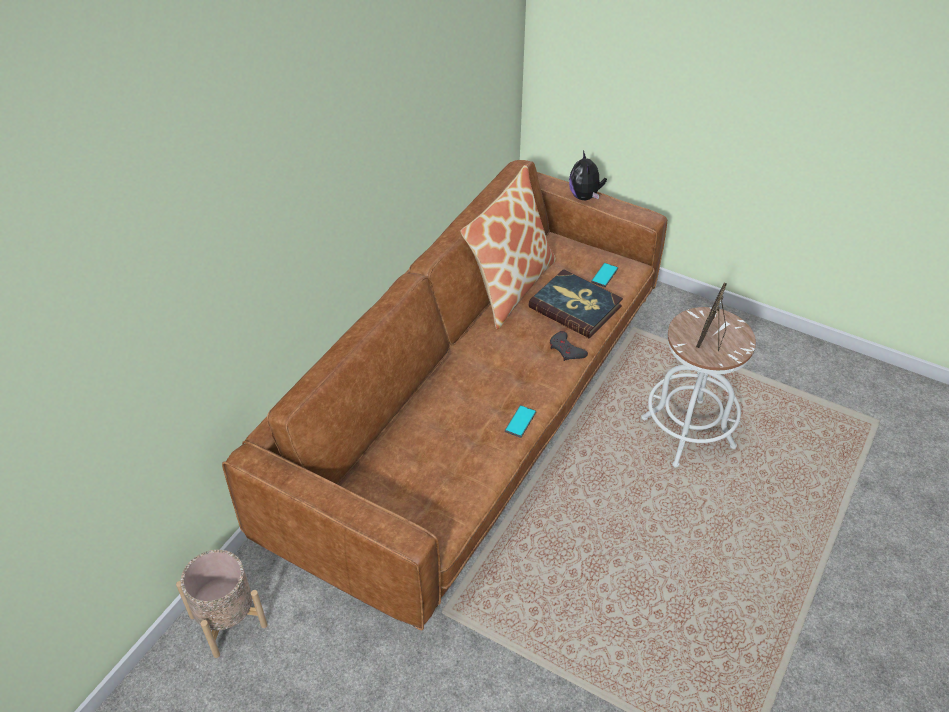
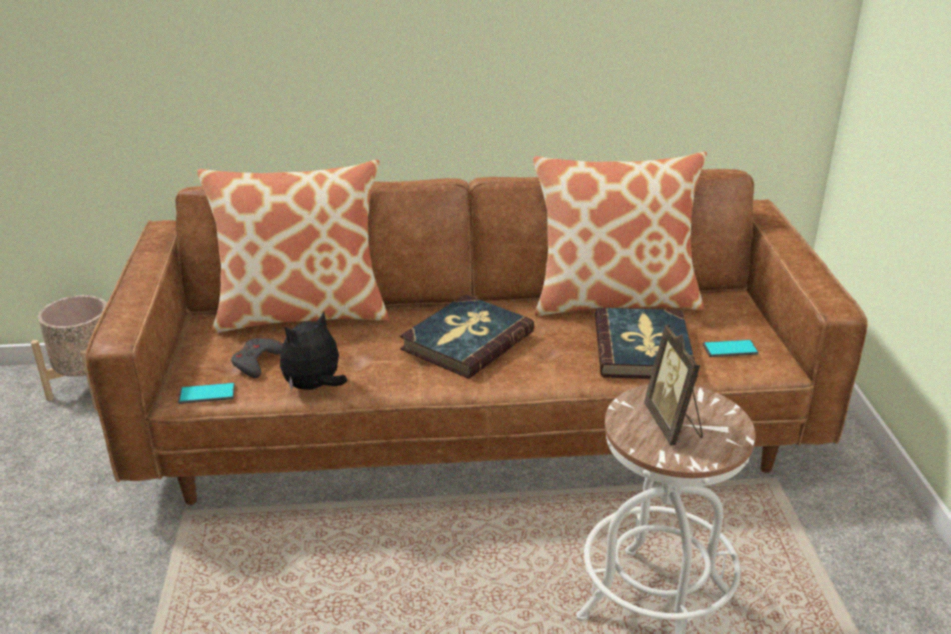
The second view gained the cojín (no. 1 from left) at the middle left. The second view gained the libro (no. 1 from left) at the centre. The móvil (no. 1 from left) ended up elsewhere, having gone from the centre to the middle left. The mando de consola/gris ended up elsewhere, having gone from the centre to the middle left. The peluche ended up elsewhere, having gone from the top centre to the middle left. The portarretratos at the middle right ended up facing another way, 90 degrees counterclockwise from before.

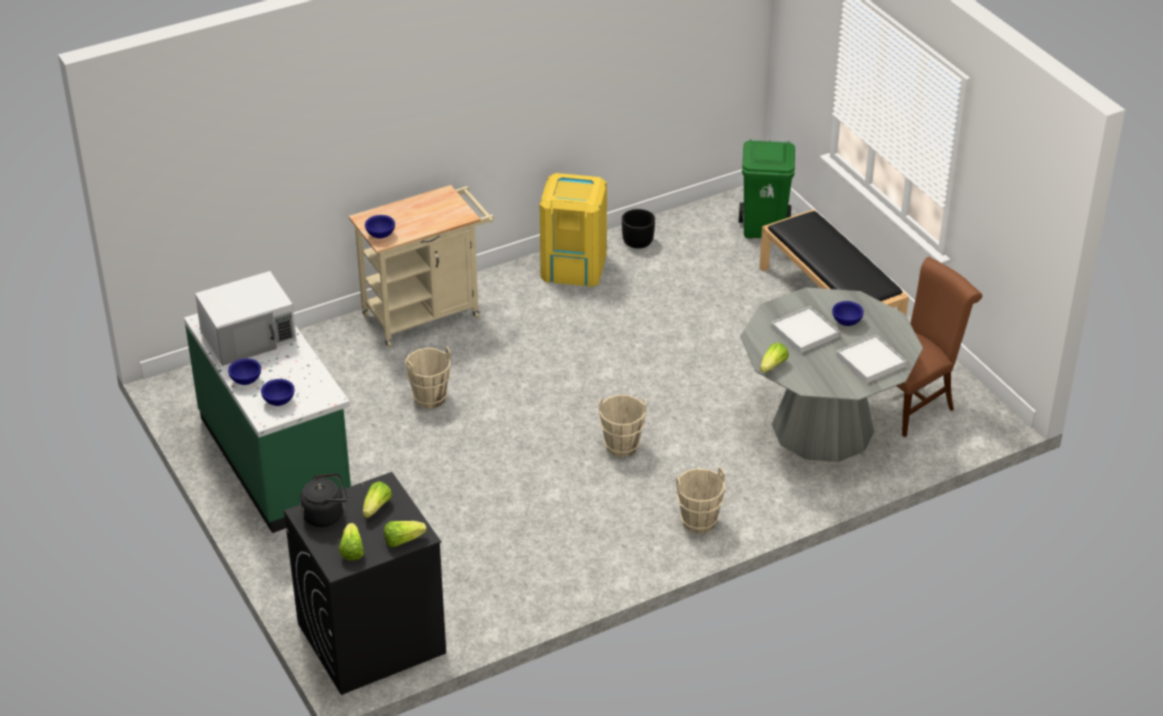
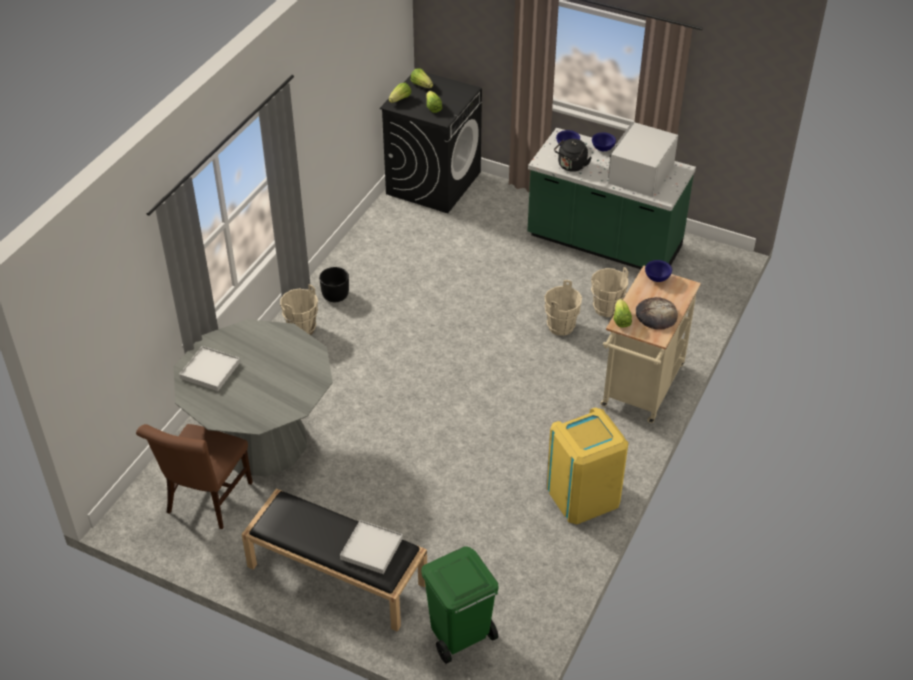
The second view lost the cuenco/azul (no. 4 from left) at the middle right. The second view gained the pan at the middle right. The hervidor/negro ended up elsewhere, having gone from the bottom left to the top centre. The cubo/beis (no. 2 from left in the first image) ended up elsewhere, having gone from the centre to the middle right. The maceta/negro ended up elsewhere, having gone from the top centre to the centre. The lechuga (no. 4 from left) ended up elsewhere, having gone from the centre to the middle right. The bandeja/blanco (no. 1 from left in the first image) ended up elsewhere, having gone from the middle right to the bottom centre.

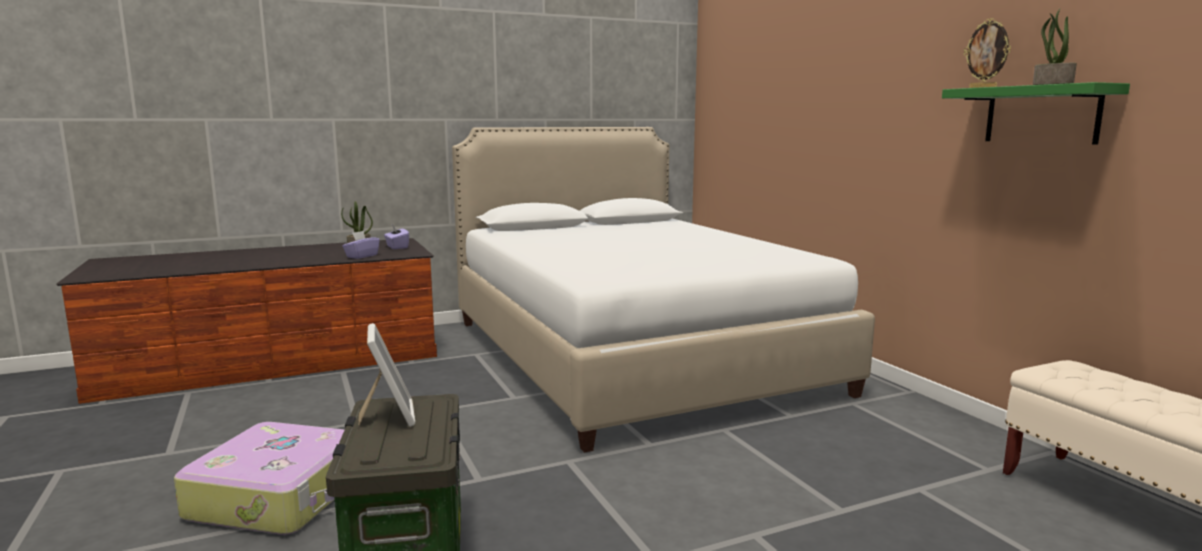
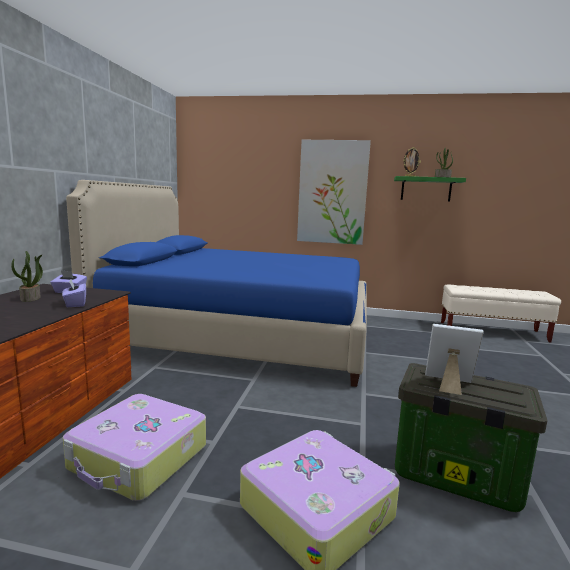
The second view gained the maleta (no. 1 from left) at the bottom left. The second view gained the cuadro at the centre. What was the cama/blanco at the centre turned into the cama/azul at the centre.

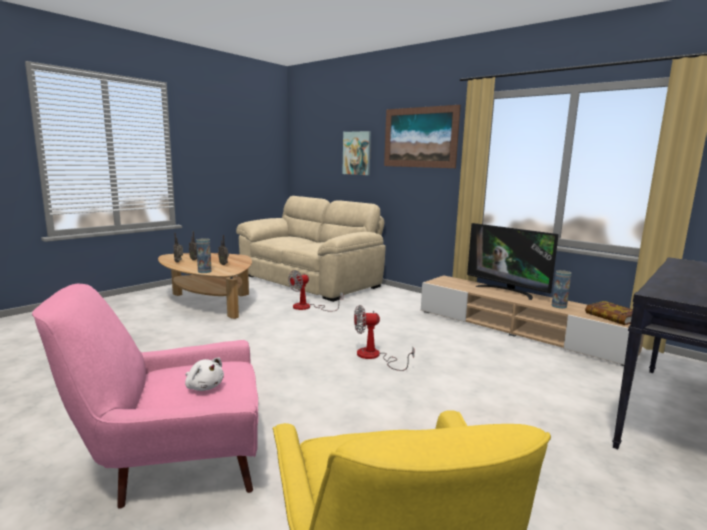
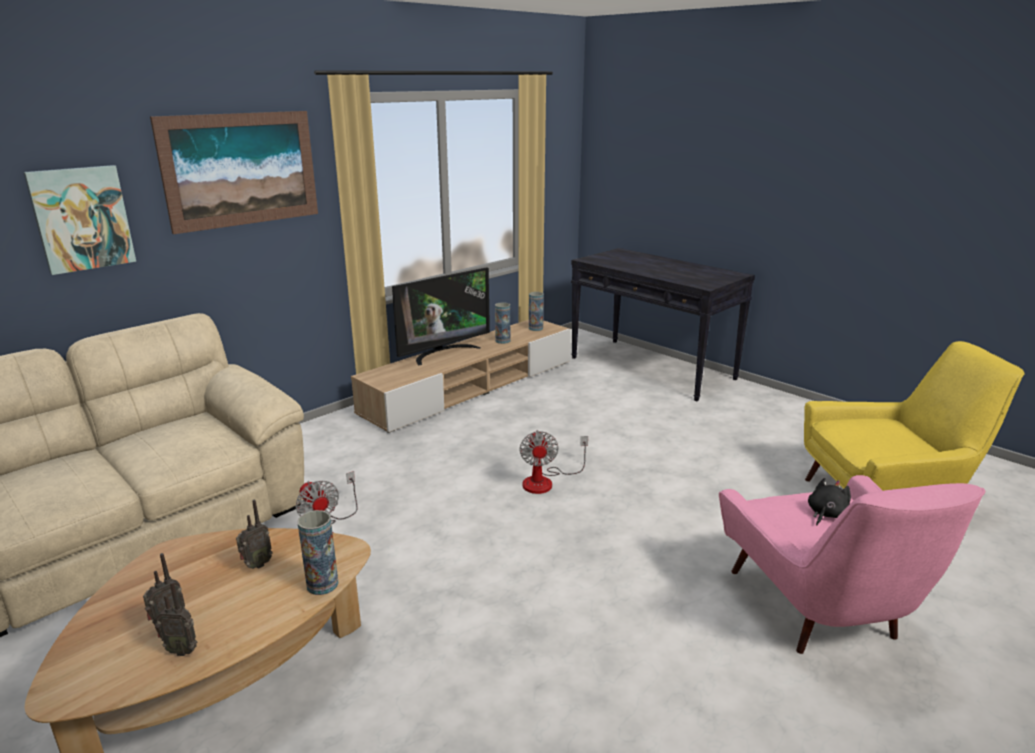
Where the libro stood at the middle right, the florero (no. 3 from left) came to stand at the centre. What was the peluche/blanco at the bottom left turned into the peluche/negro at the middle right.

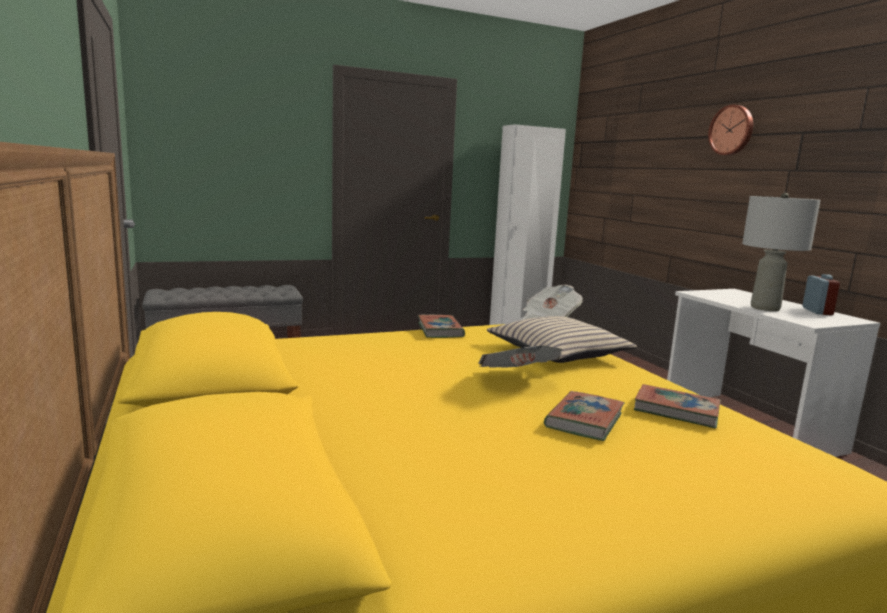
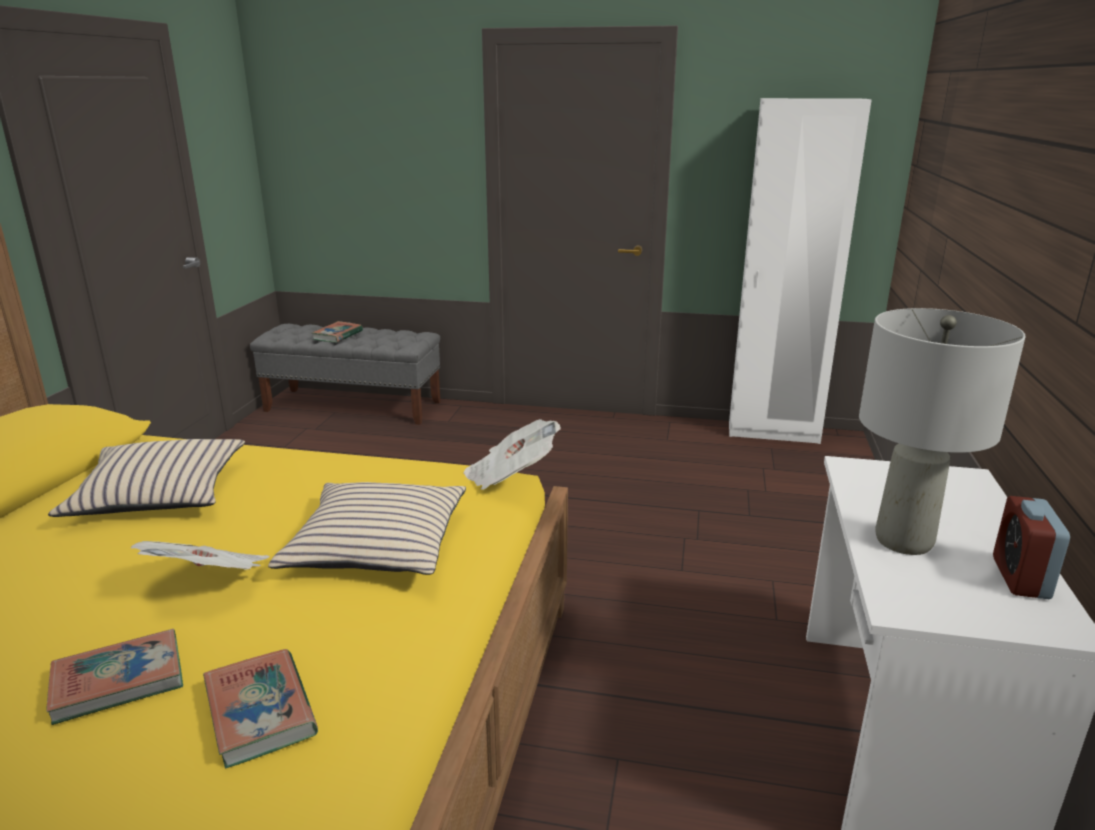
The second view lost the reloj de pared at the top right. The second view gained the cojín/beis (no. 1 from left) at the middle left. The libro (no. 1 from left in the first image) ended up elsewhere, having gone from the centre to the middle left. The despertador at the middle right ended up facing another way, 150 degrees clockwise from before.

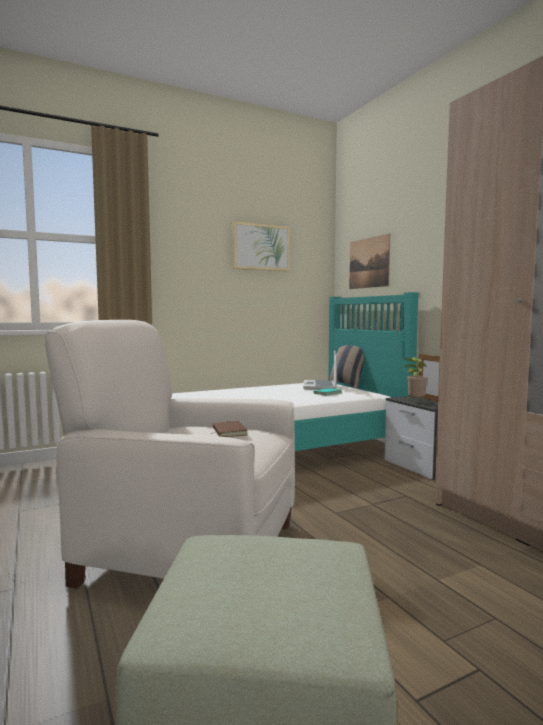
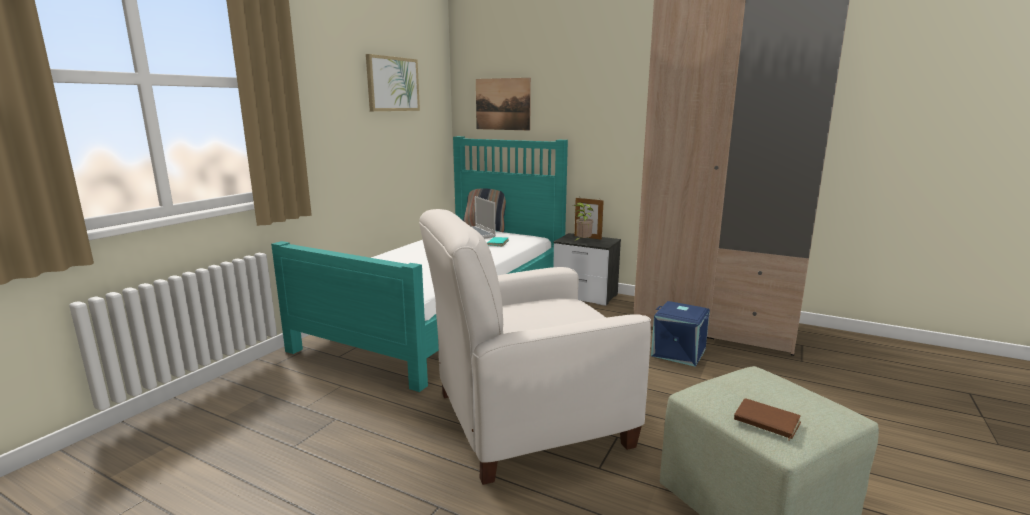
The second view gained the caja de almacenaje/azul at the centre. The libro/marrón ended up elsewhere, having gone from the centre to the bottom right.

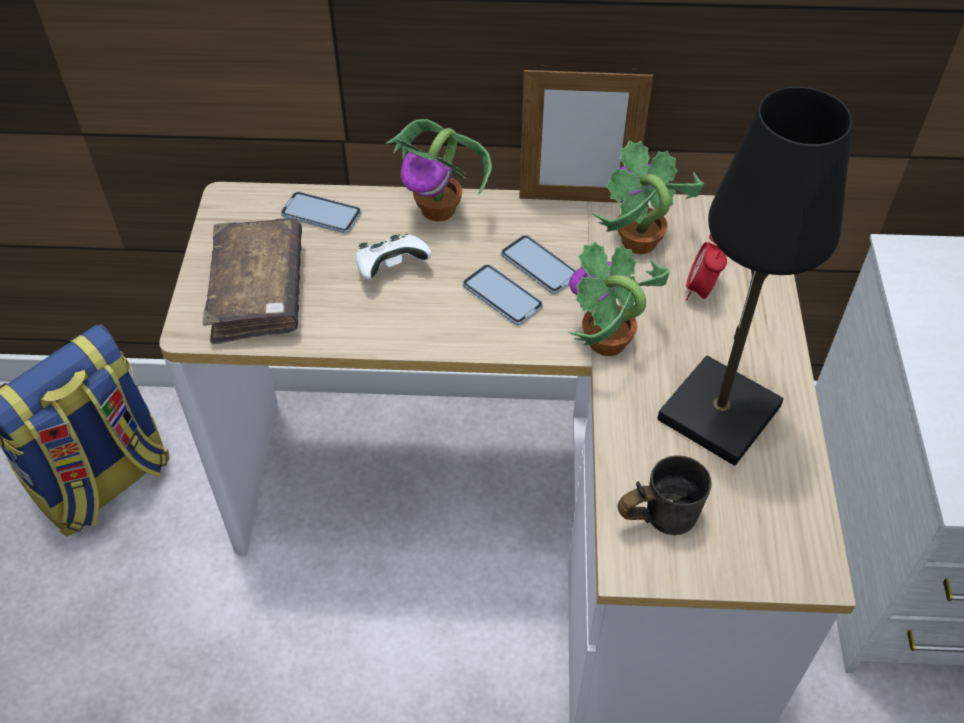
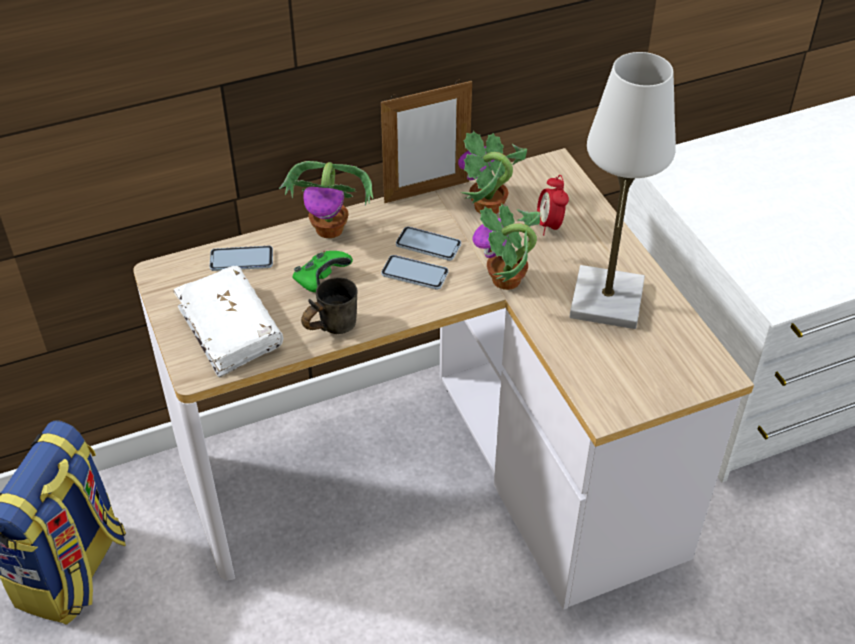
The taza grande/gris ended up elsewhere, having gone from the bottom right to the centre. What was the libro/marrón at the middle left turned into the libro/blanco at the middle left. What was the mando de consola/blanco at the centre turned into the mando de consola/verde at the centre. What was the lámpara de mesa/negro at the middle right turned into the lámpara de mesa/blanco at the top right.

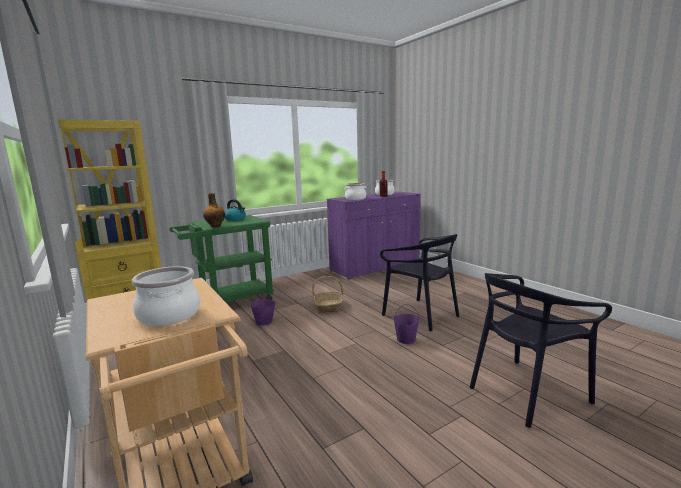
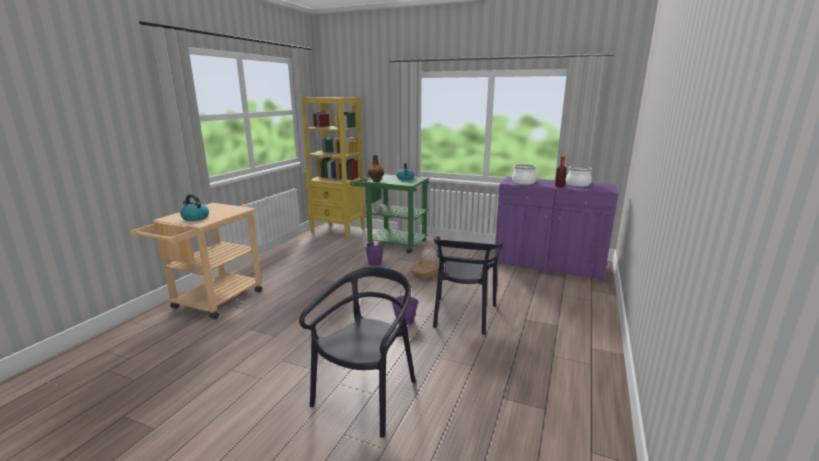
Where the olla (no. 1 from left) stood at the middle left, the hervidor (no. 1 from left) came to stand at the middle left. The silla/negro (no. 2 from left in the first image) at the bottom right ended up facing another way, 90 degrees clockwise from before.

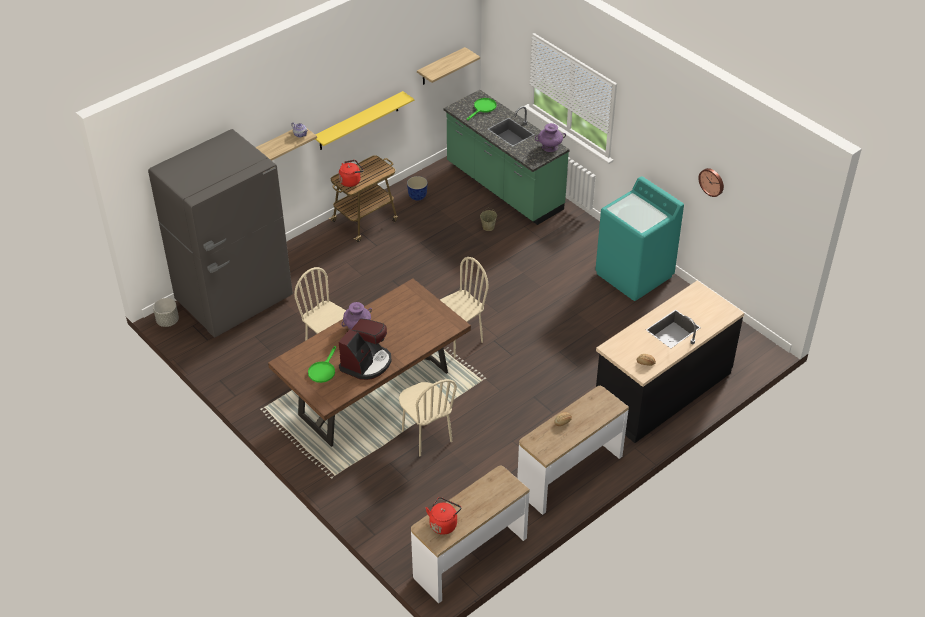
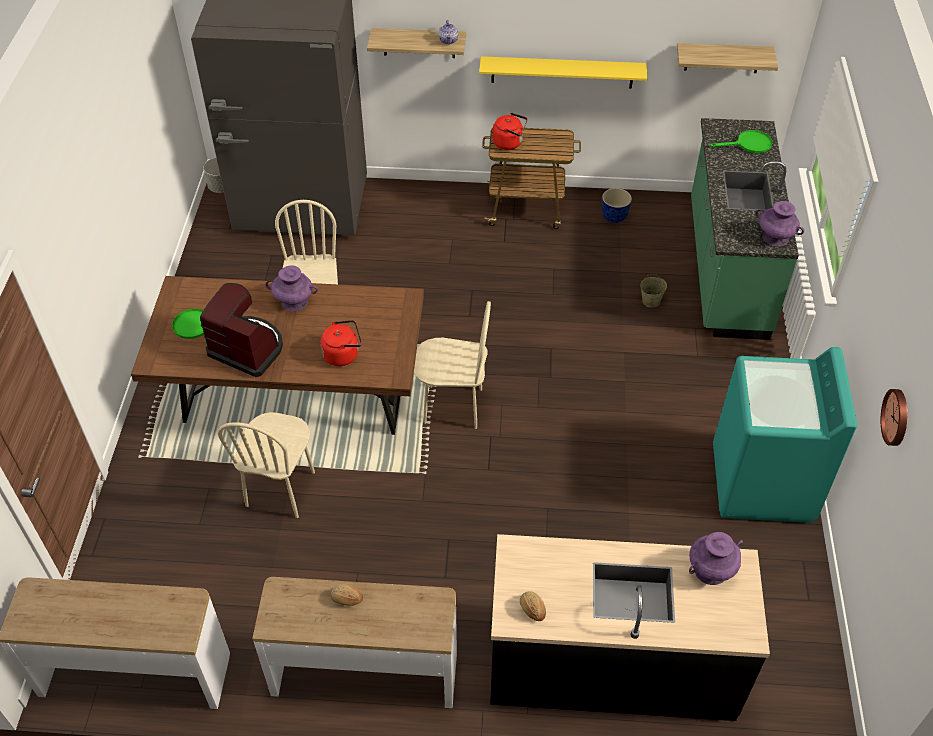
The second view gained the florero/morado (no. 2 from left) at the bottom right. The hervidor/rojo (no. 2 from left in the first image) ended up elsewhere, having gone from the bottom centre to the centre. The cafetera at the centre ended up facing another way, 135 degrees counterclockwise from before.

